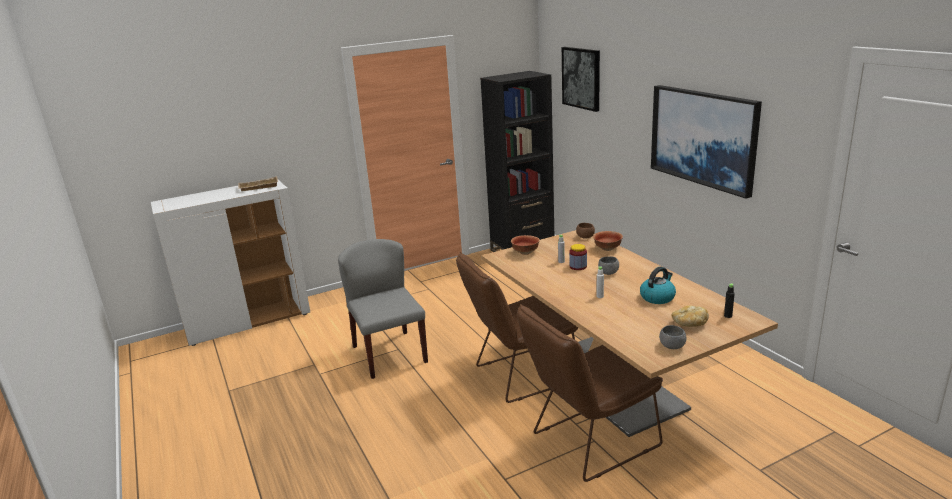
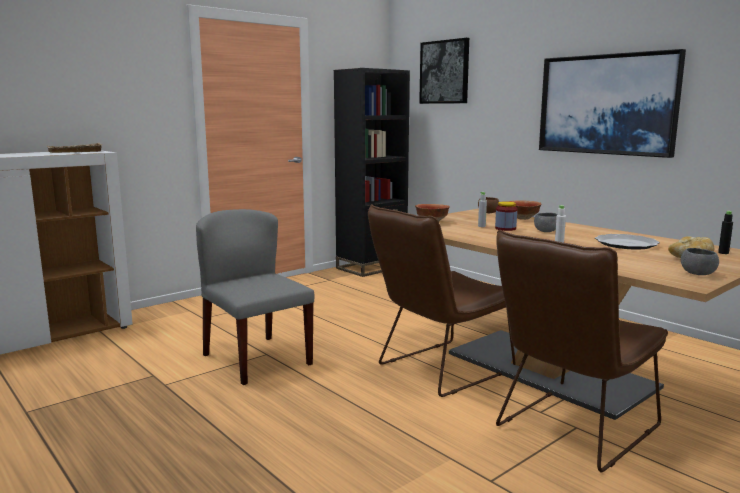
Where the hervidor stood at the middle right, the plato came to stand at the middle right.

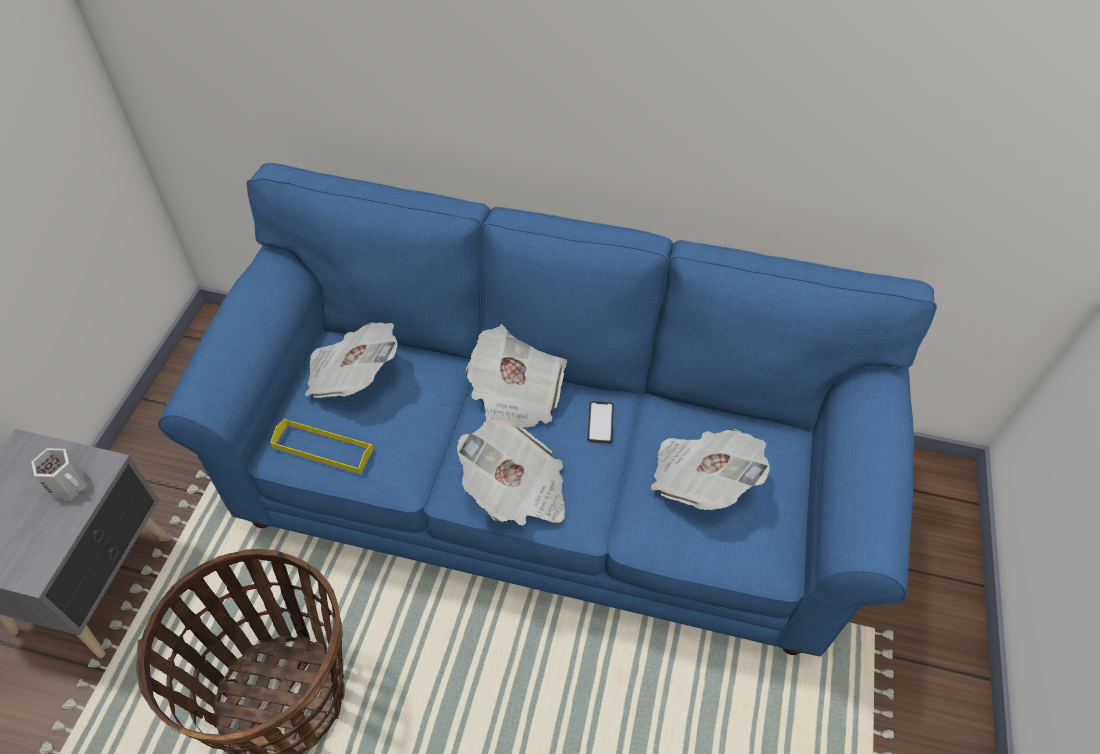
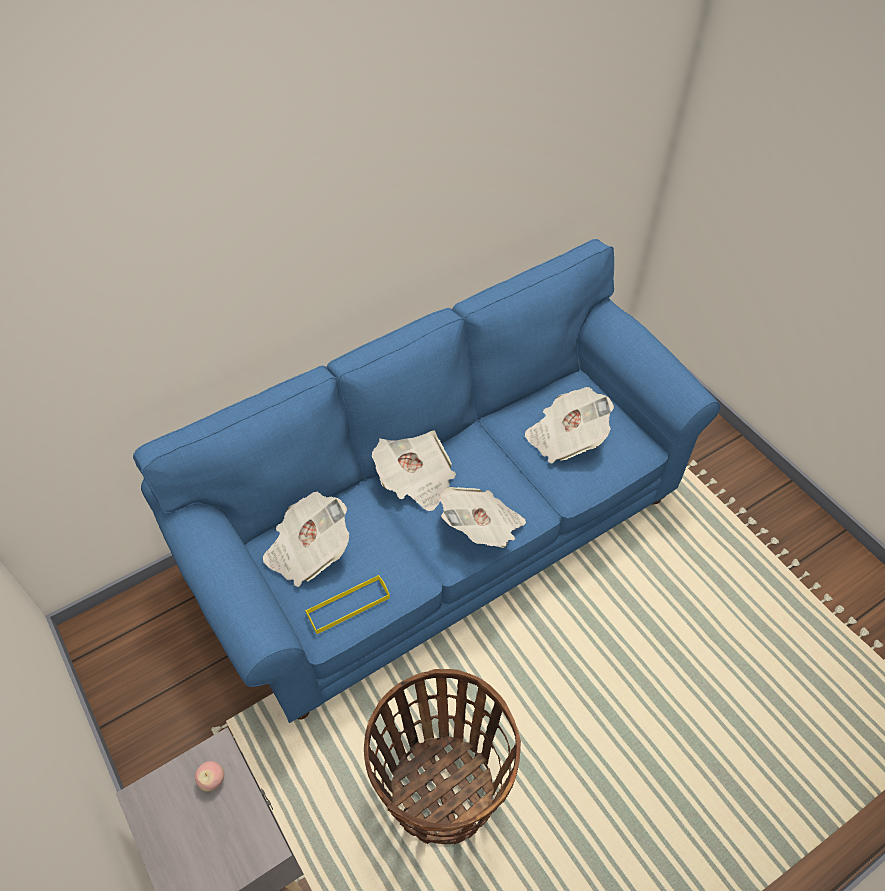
The second view lost the móvil at the centre. Where the taza grande/blanco stood at the middle left, the manzana came to stand at the bottom left.

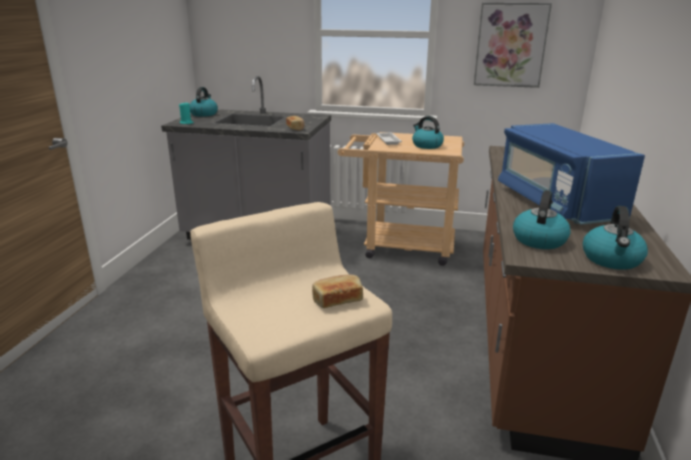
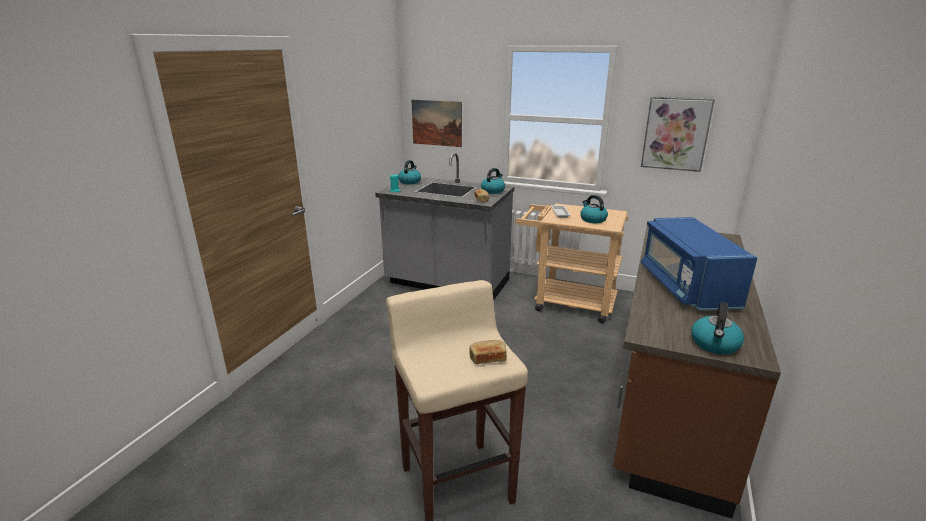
The second view gained the cuadro (no. 1 from left) at the top centre. The hervidor (no. 3 from left in the first image) ended up elsewhere, having gone from the middle right to the centre.

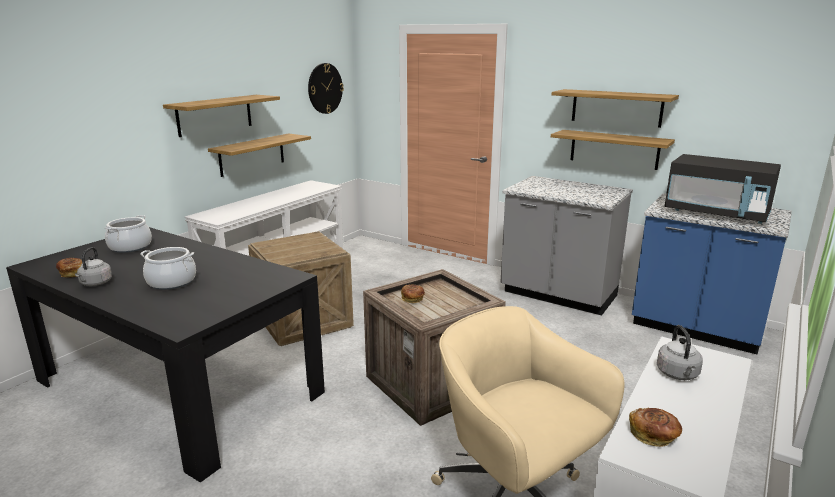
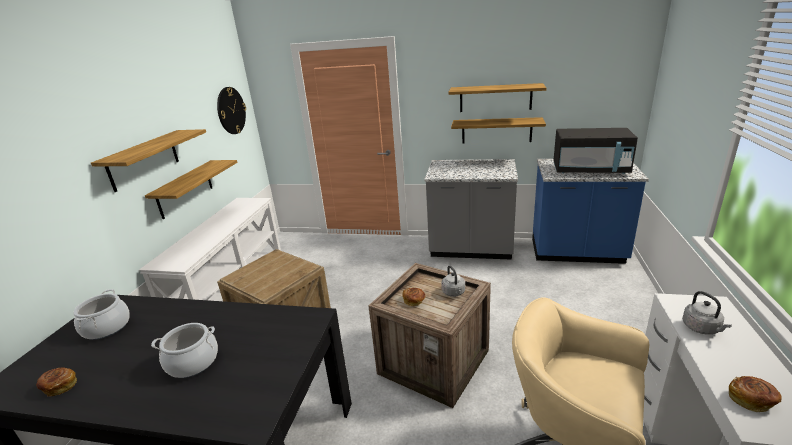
The hervidor/gris (no. 1 from left) ended up elsewhere, having gone from the middle left to the centre.

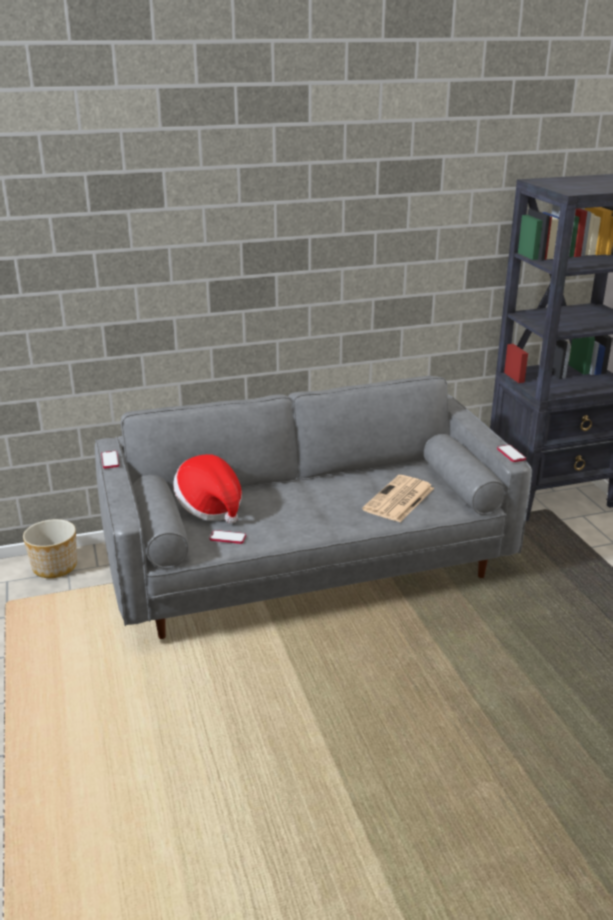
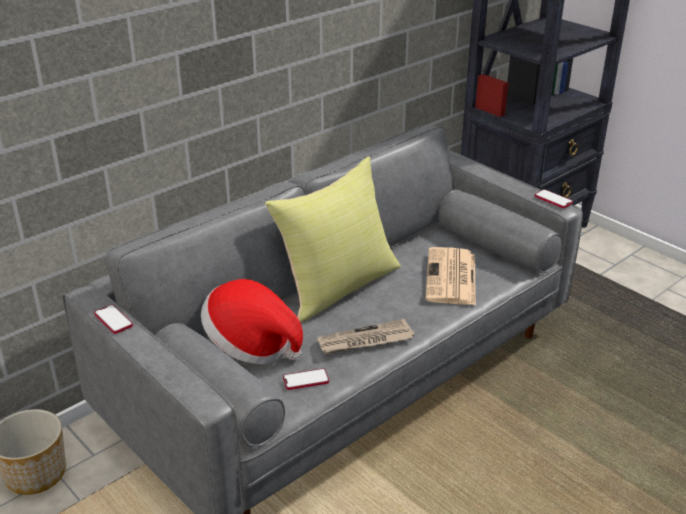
The second view gained the cojín/amarillo at the centre. The second view gained the periódico (no. 1 from left) at the centre.

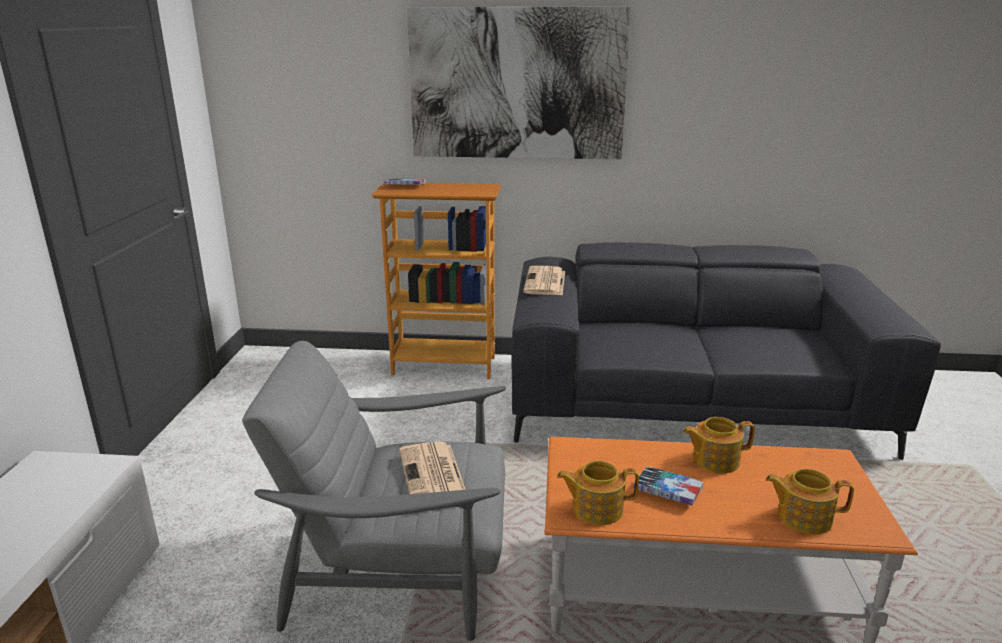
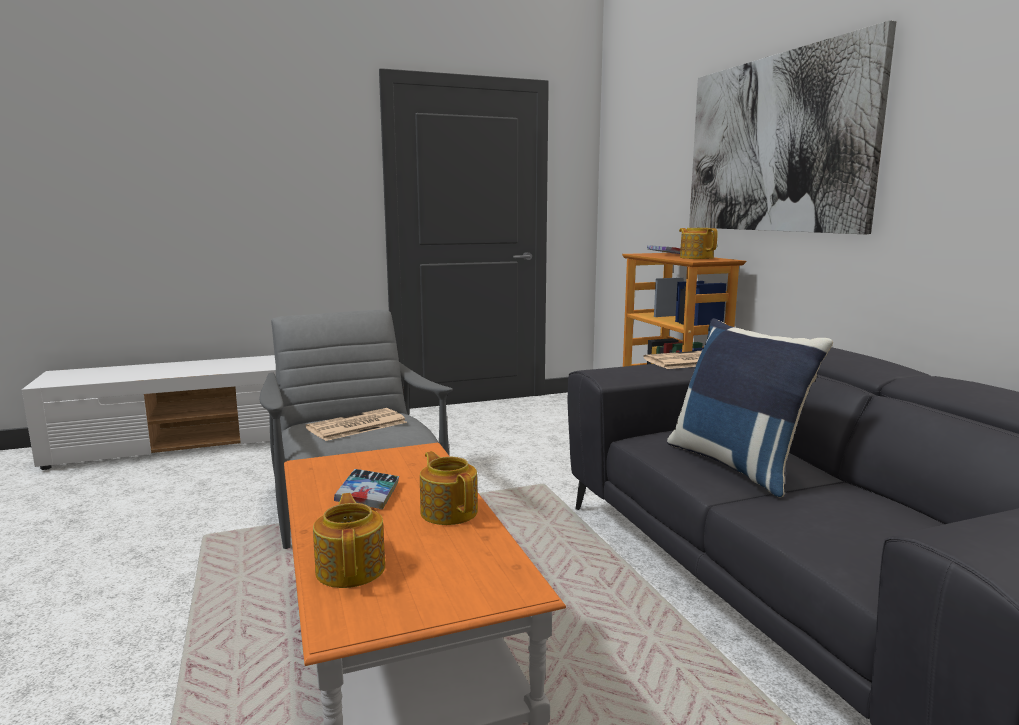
The second view gained the cojín/azul at the middle right. The tetera (no. 1 from left in the first image) ended up elsewhere, having gone from the bottom centre to the middle right.

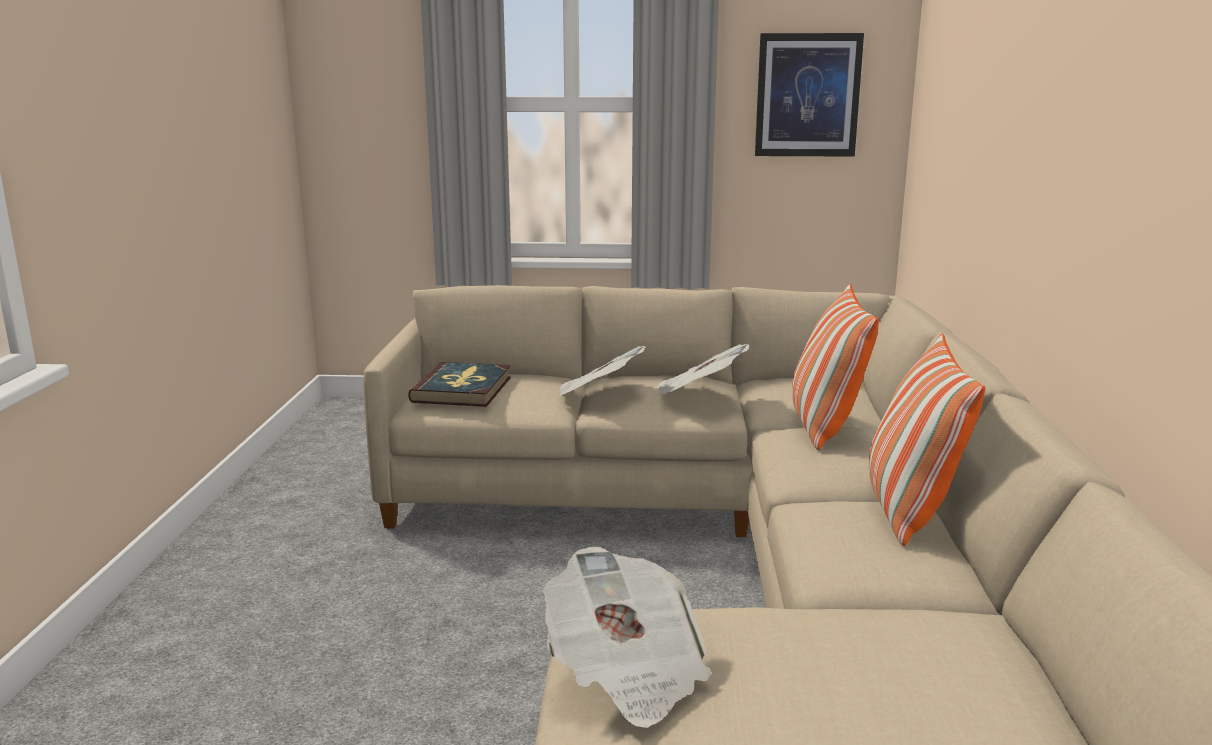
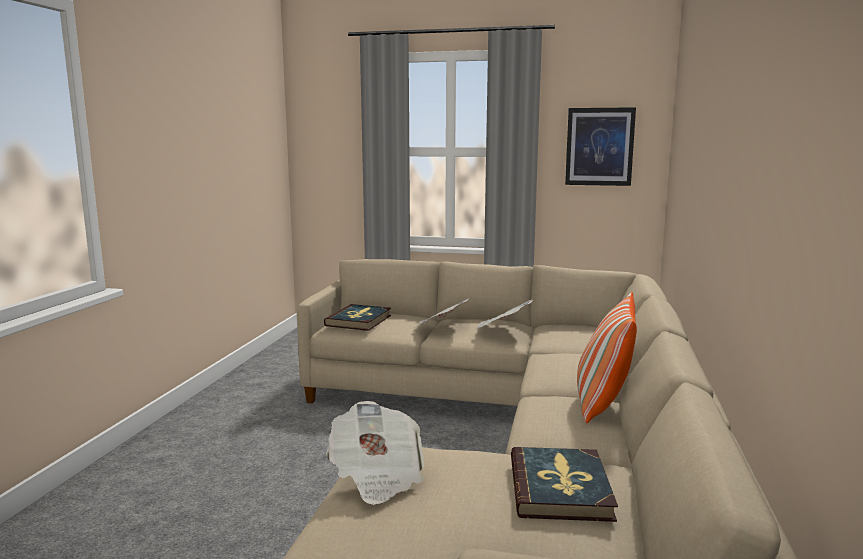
The second view lost the cojín (no. 1 from left) at the middle right. The second view gained the libro (no. 2 from left) at the bottom centre.

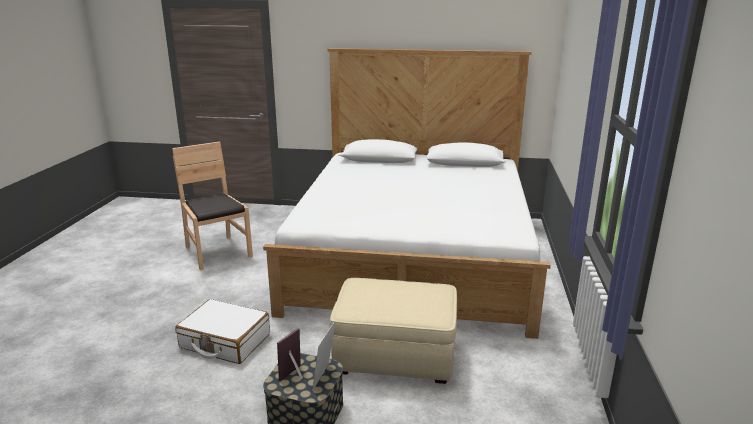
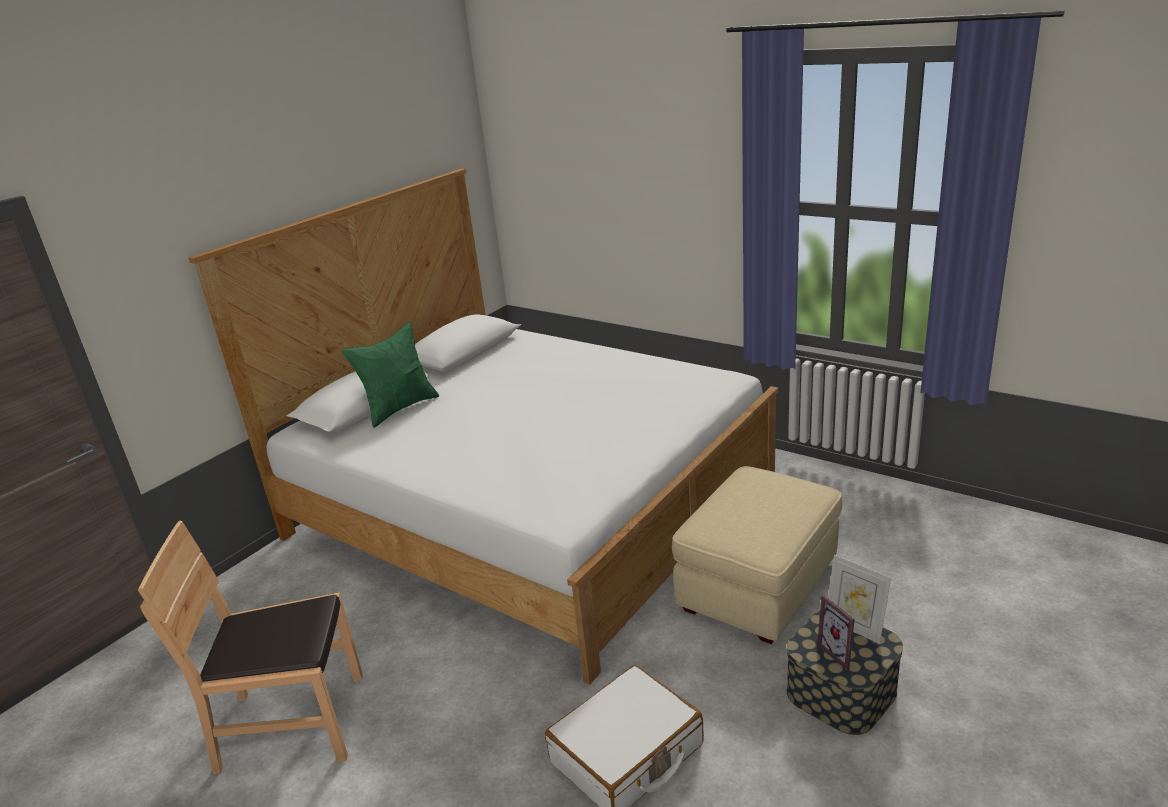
The second view gained the cojín/verde at the centre.

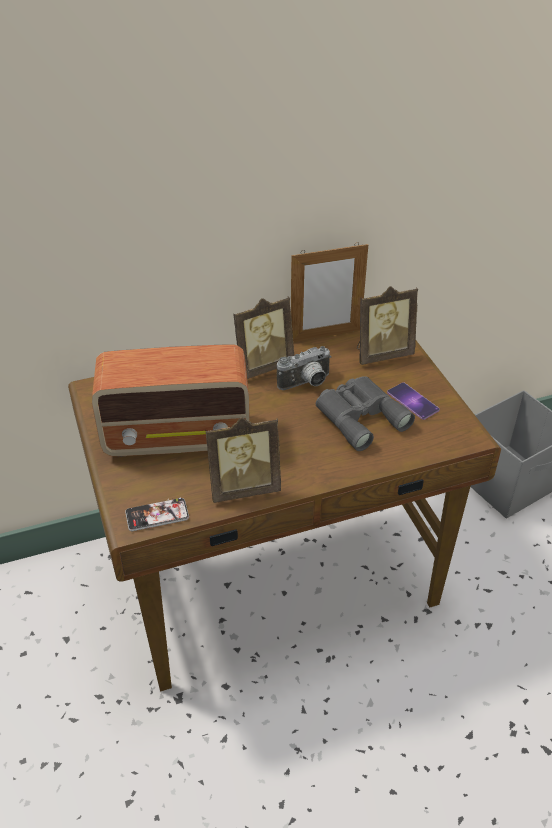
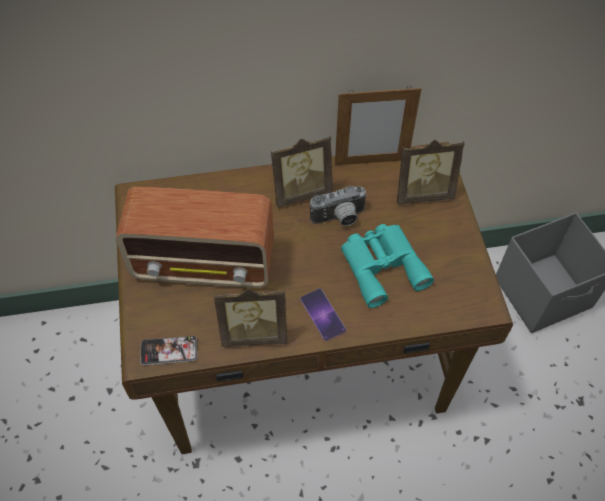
The móvil (no. 2 from left) ended up elsewhere, having gone from the middle right to the centre. What was the prismáticos/gris at the centre turned into the prismáticos/turquesa at the centre.

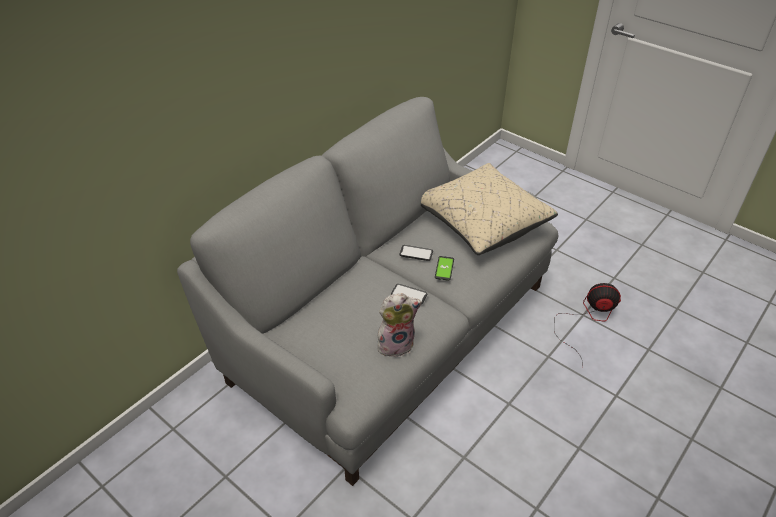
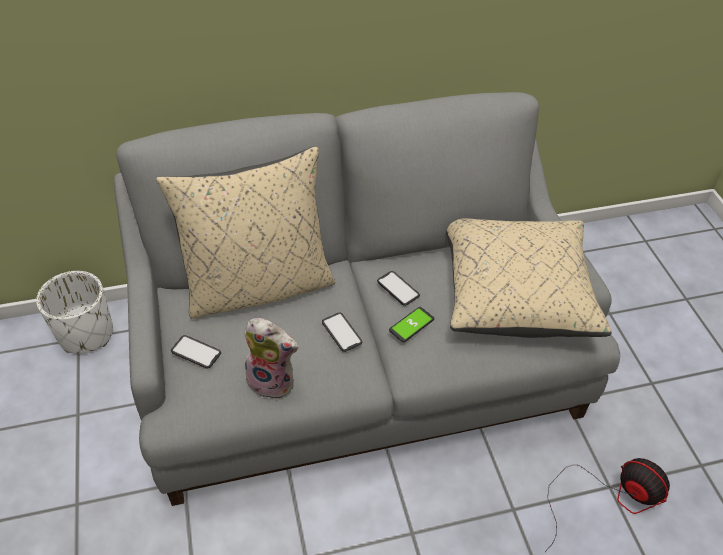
The second view gained the maceta/blanco at the middle left. The second view gained the cojín/beis (no. 1 from left) at the centre. The second view gained the móvil (no. 1 from left) at the middle left.

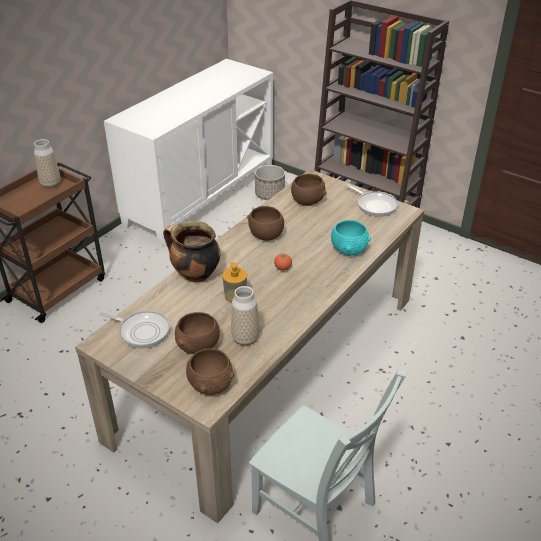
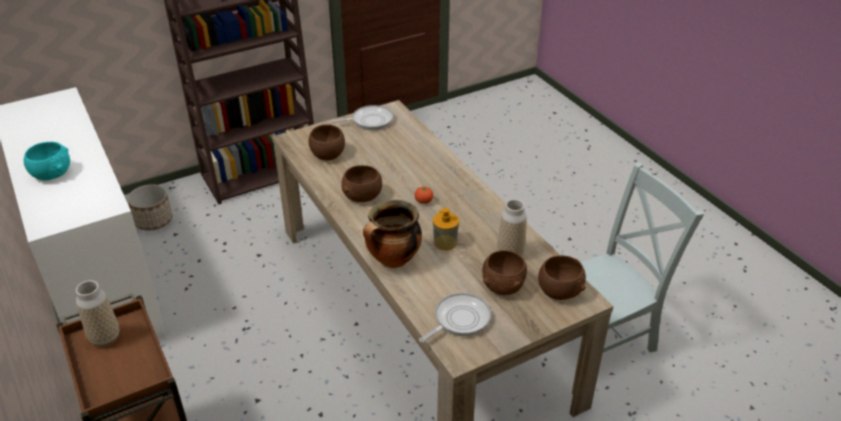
The cuenco/turquesa ended up elsewhere, having gone from the centre to the middle left.

